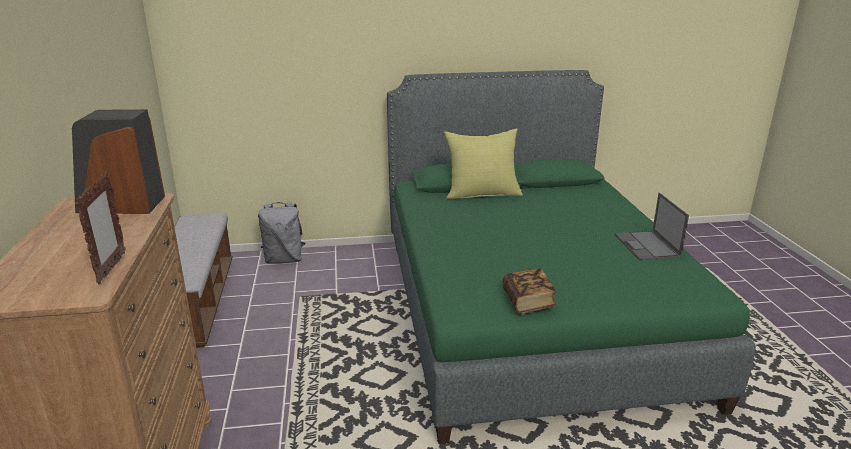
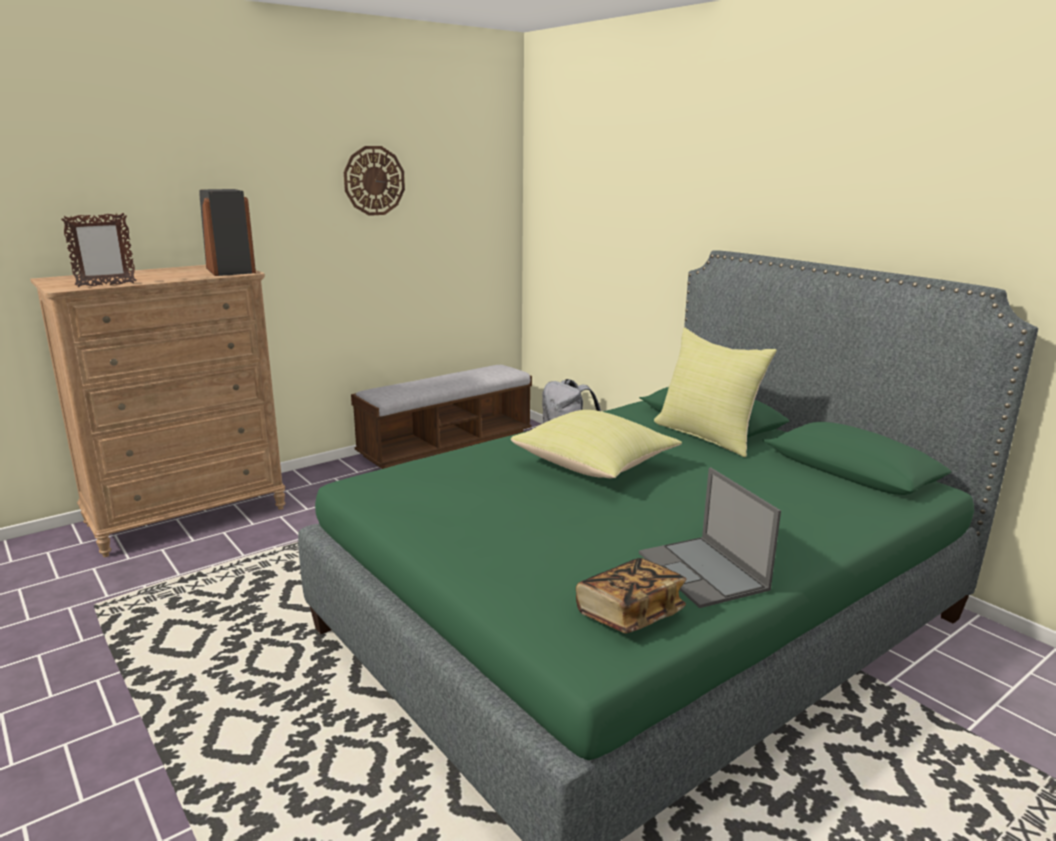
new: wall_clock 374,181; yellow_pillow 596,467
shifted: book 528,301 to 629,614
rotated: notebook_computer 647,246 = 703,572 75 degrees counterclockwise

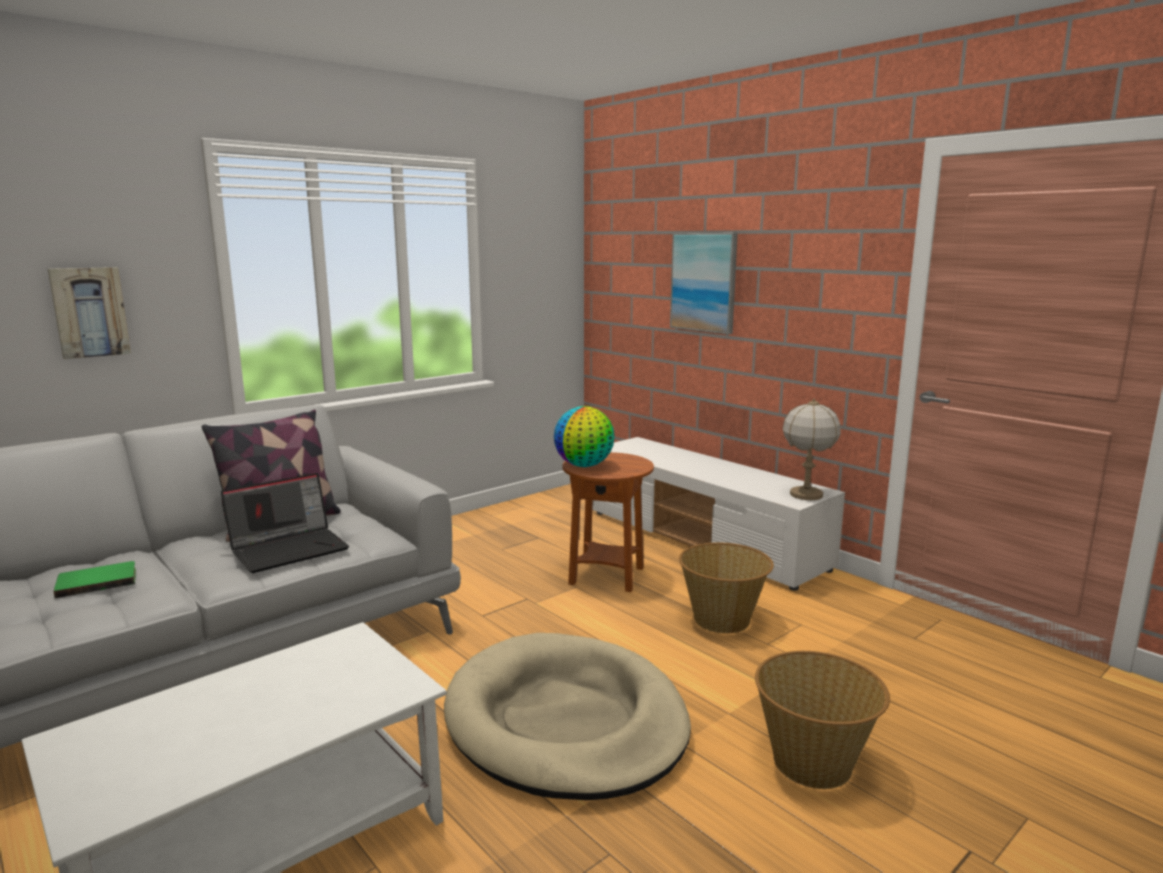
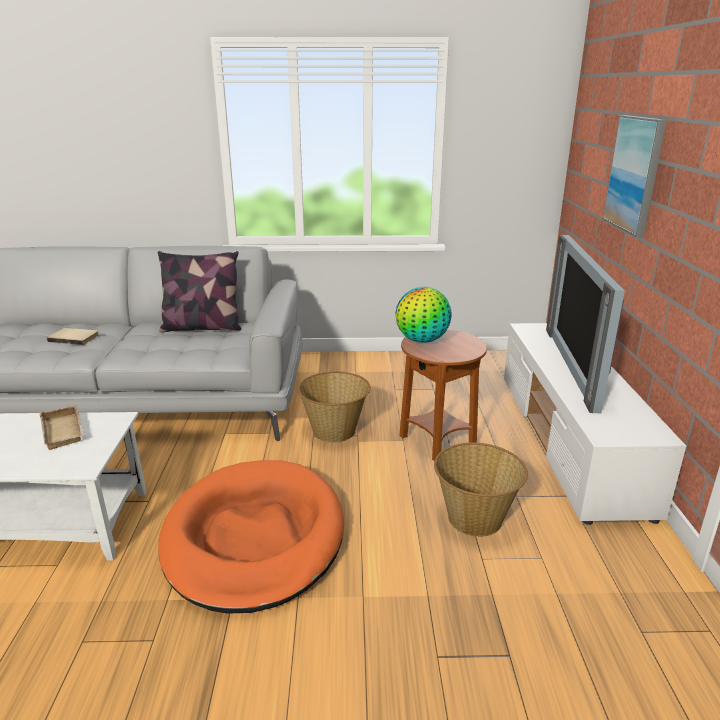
gone: picture 89,312; notebook_computer 290,549; table_lamp 805,495
new: beige_tray 65,431; TV_set 577,366
shifted: basket 813,762 to 335,431
repainted: greenish_book 97,581 to beige_book 75,337; beige_dog_cushion 566,721 to orangey_dog_cushion 254,537

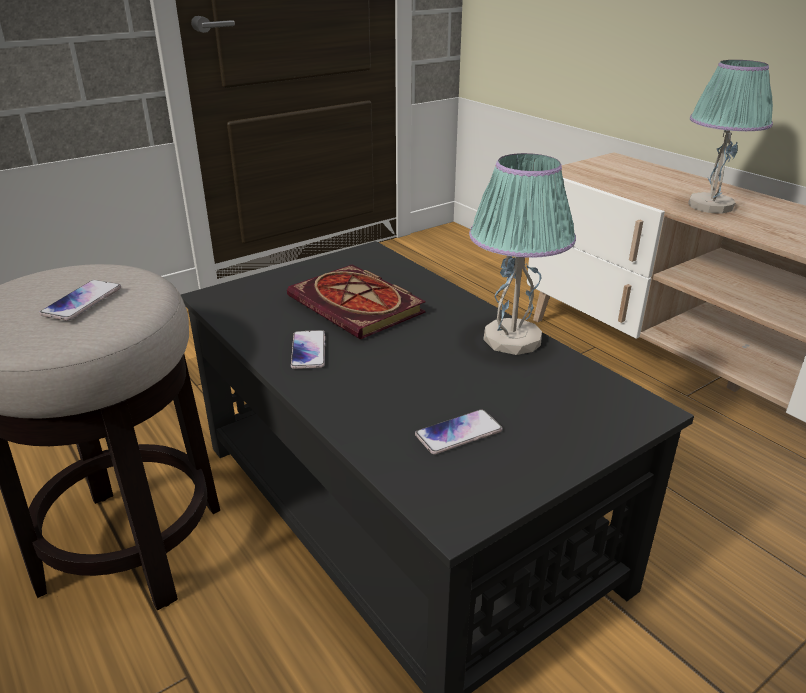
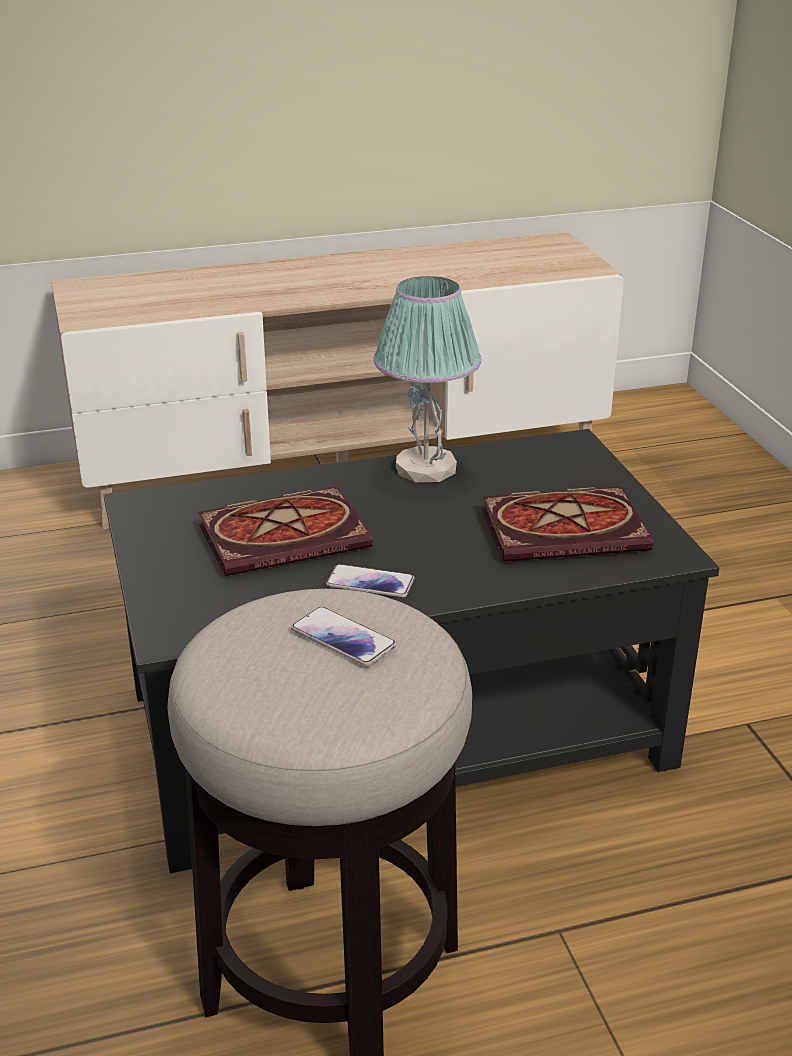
gone: table_lamp 709,205
swapped: phone 458,433 to book 567,529

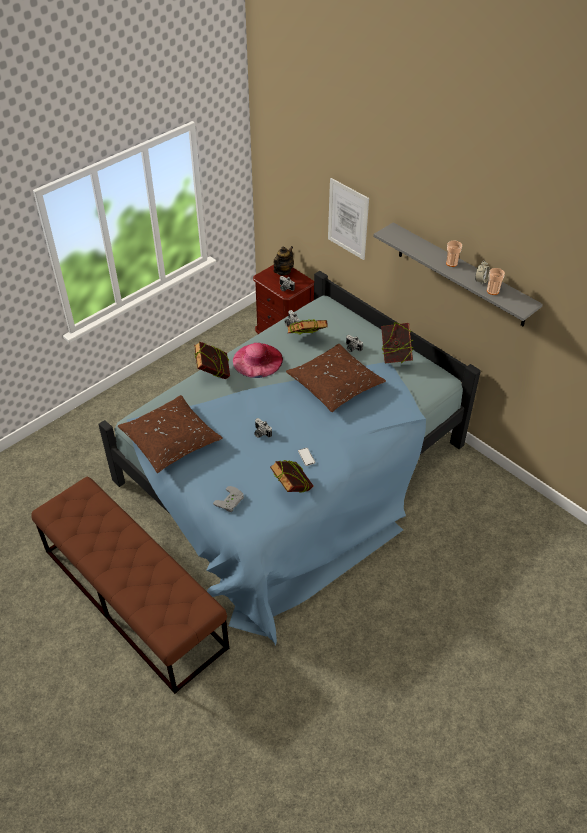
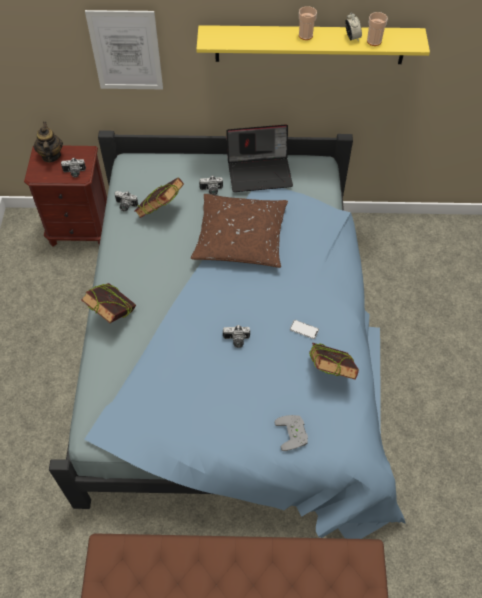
gone: brown_pillow 170,440; pinkish_wearable_hat 257,360
swapped: book 395,356 to notebook_computer 260,172
repainted: grey_shelf 461,275 to yellow_shelf 310,44

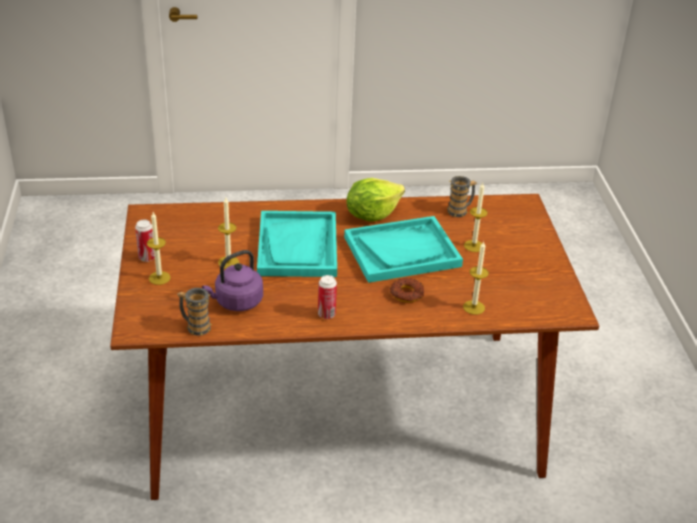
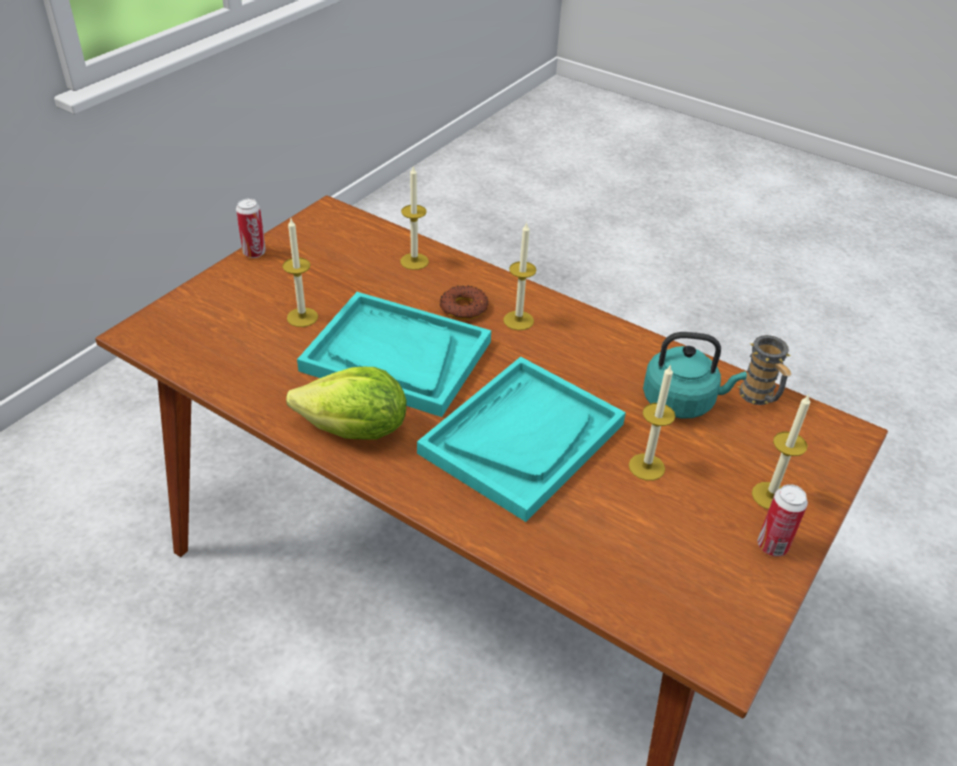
gone: coffee_mug 460,210
new: candle 518,320
shifted: metal_can 326,314 to 254,253
repainted: purple-coloured_tea_kettle 236,302 to turquoise-coloured_tea_kettle 682,402

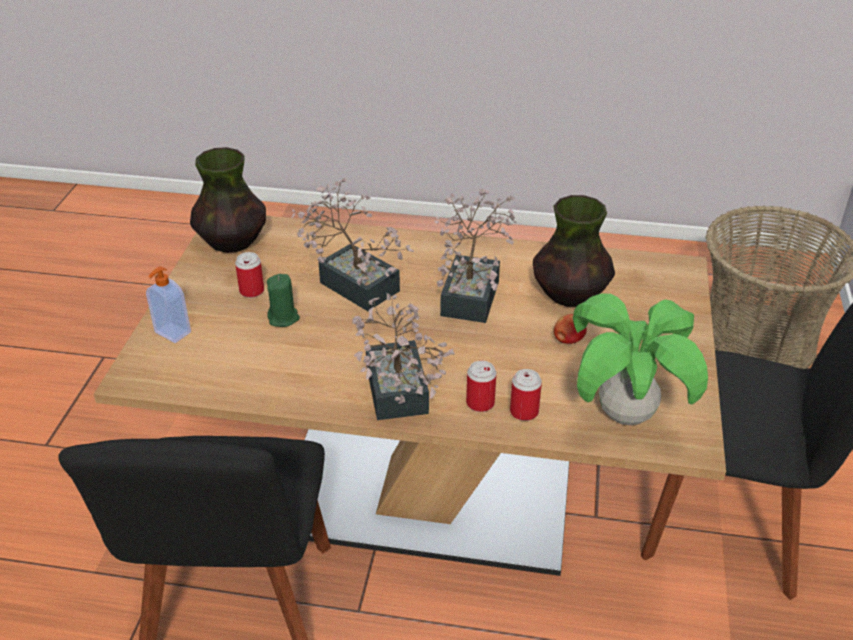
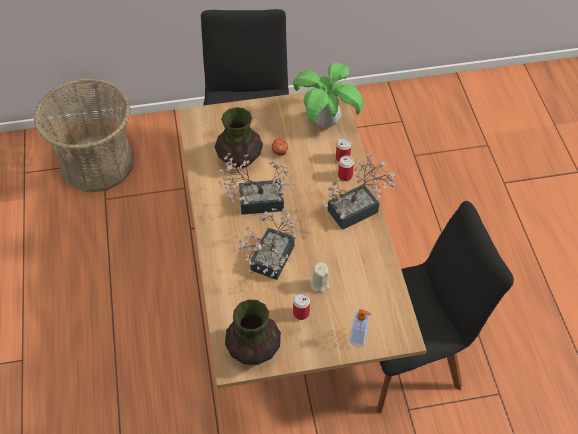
repainted: greenish_candle 283,318 to beige_candle 319,284

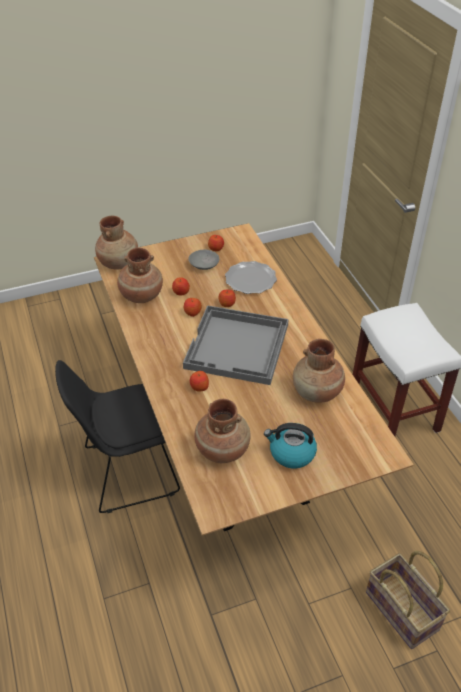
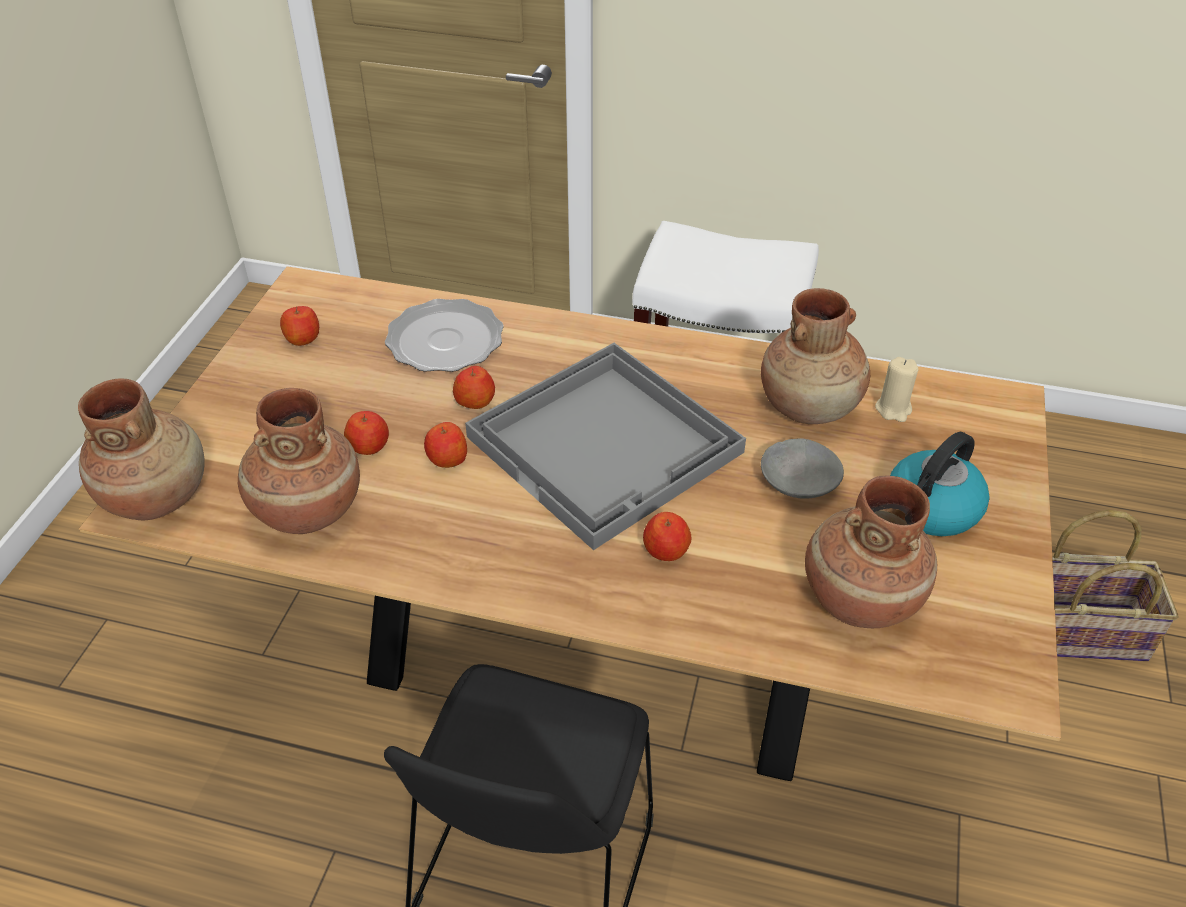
new: beige_candle 893,409
shifted: grey_bowl 204,264 to 799,480

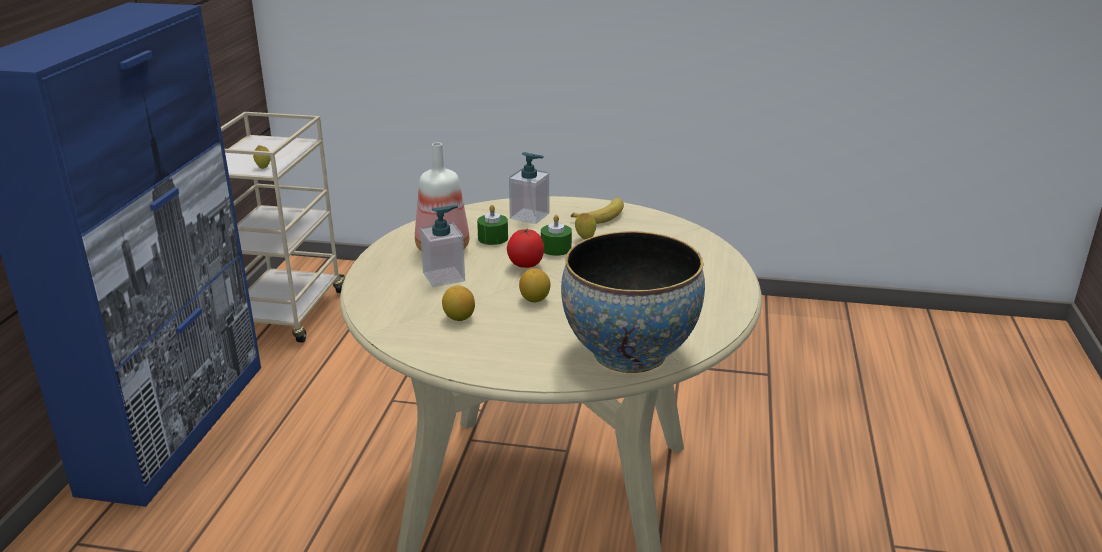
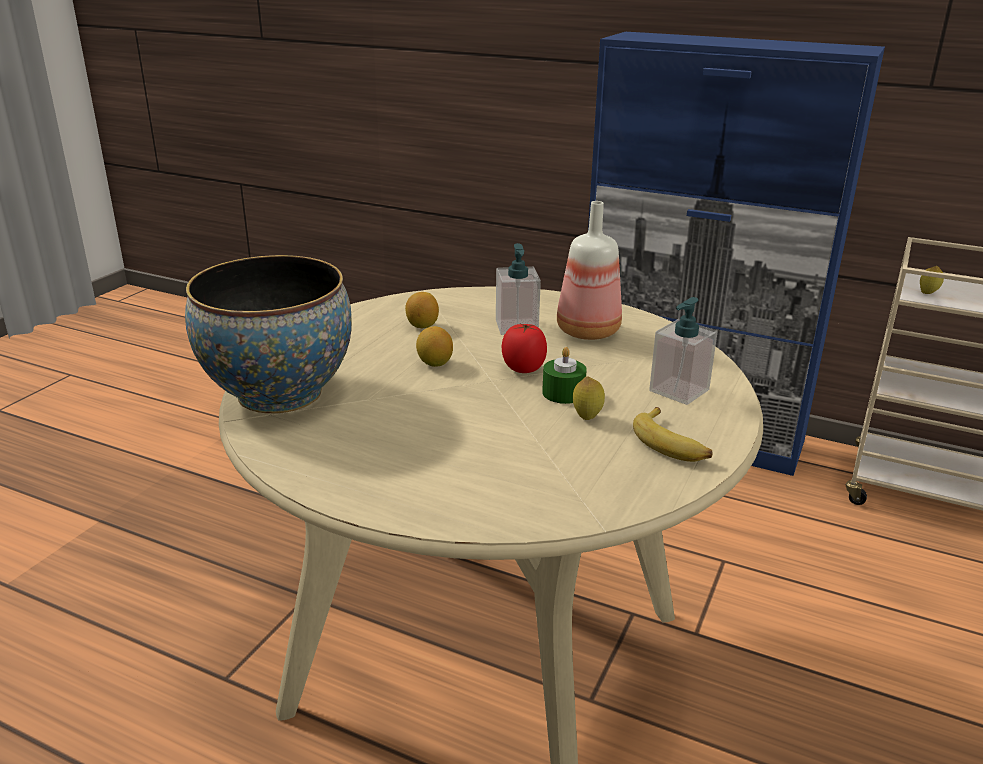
gone: greenish_candle 493,238

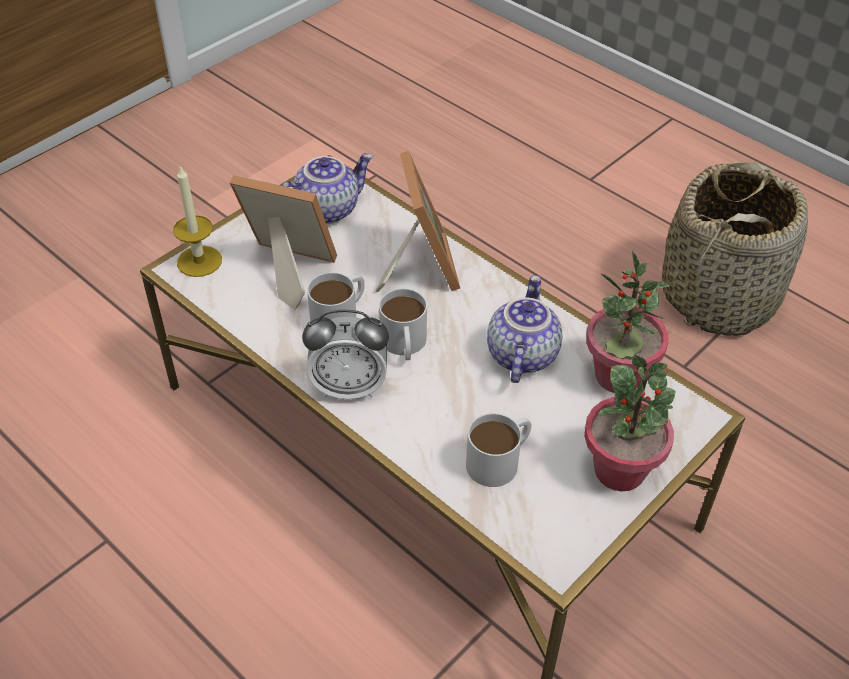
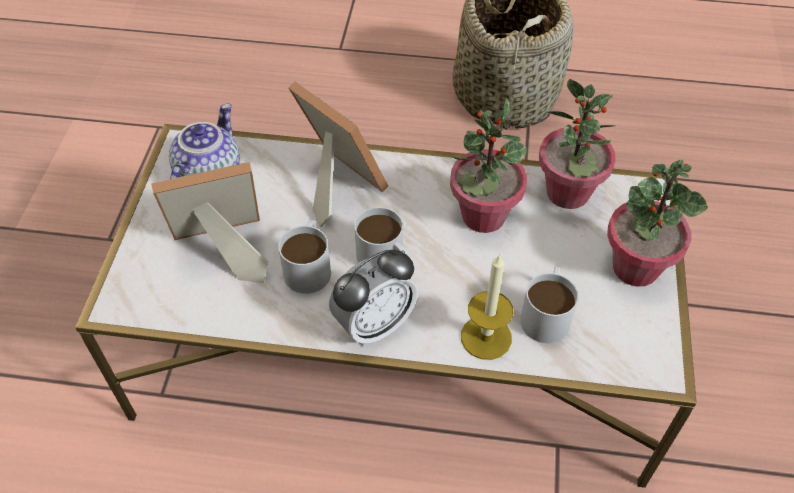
shifted: candle 199,261 to 486,337
swapped: tea_pot 520,354 to potted_plant 483,216

